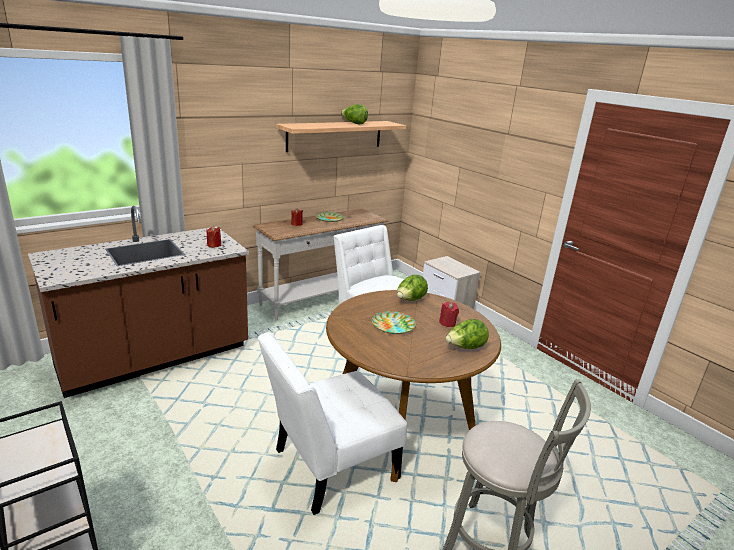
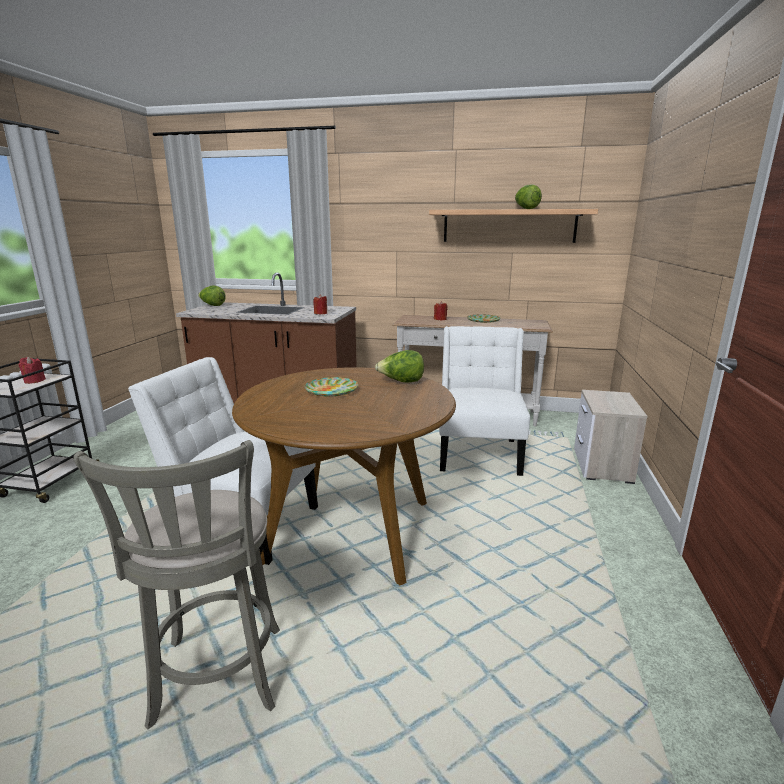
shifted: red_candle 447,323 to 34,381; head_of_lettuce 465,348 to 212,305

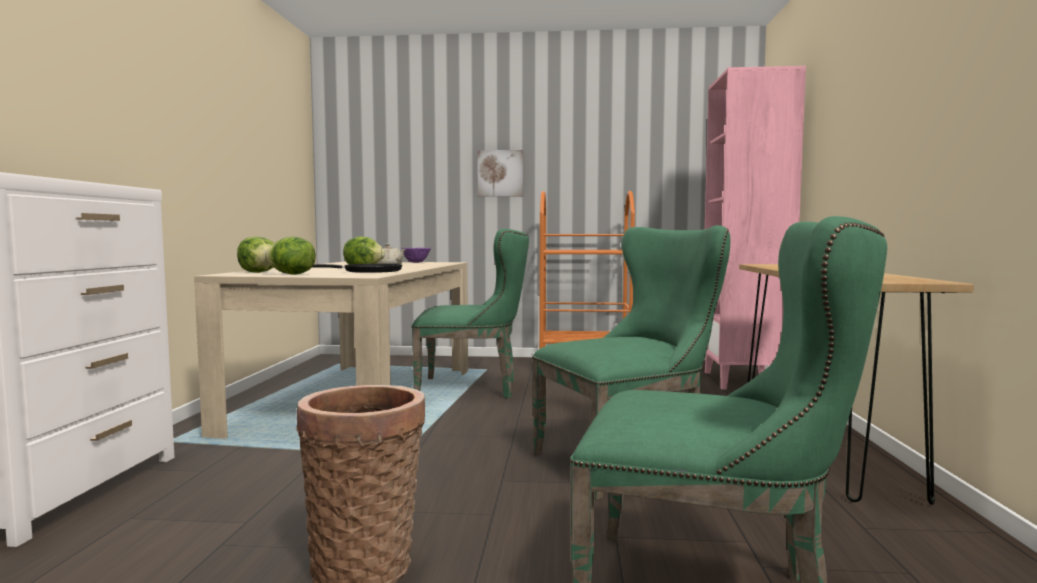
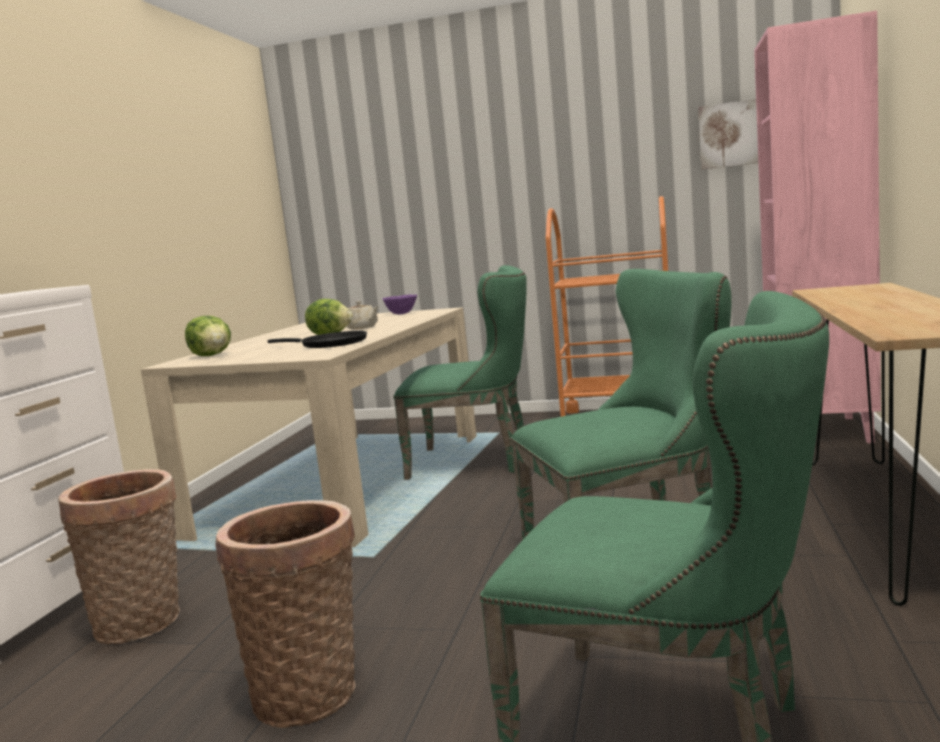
gone: head_of_lettuce 291,274
new: basket 143,623
shifted: picture 500,173 to 731,134

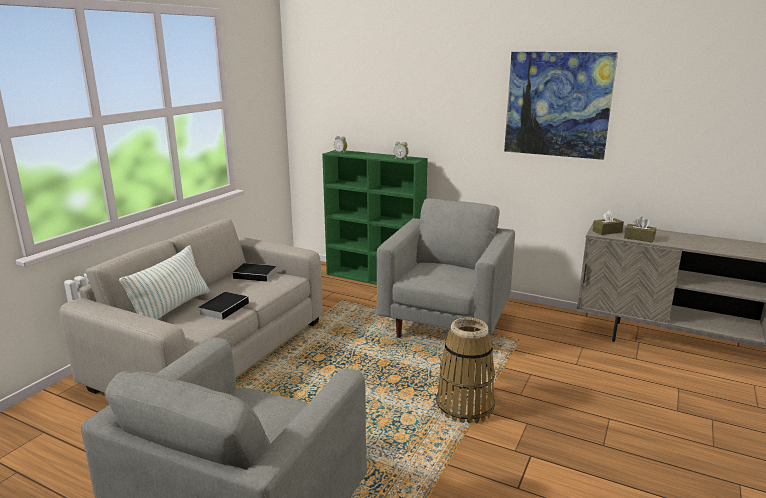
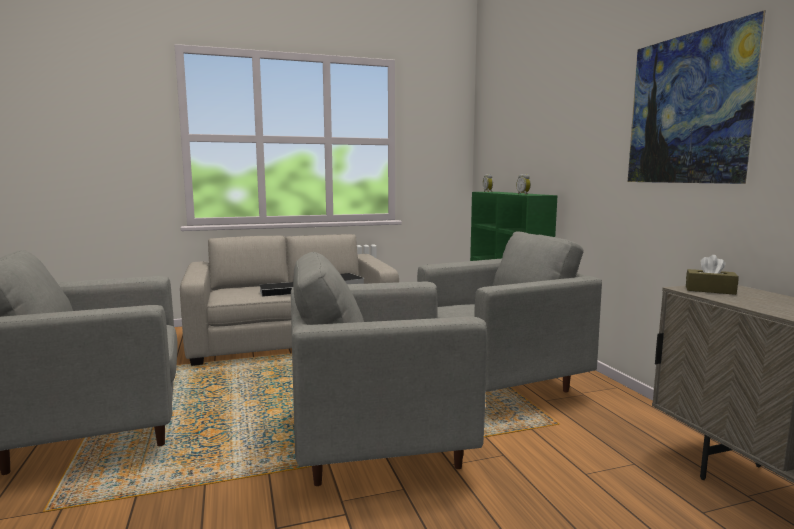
gone: pillow 172,309; brown_box_of_tissues 639,238
swapped: basket 464,406 to grey_armchair 377,445

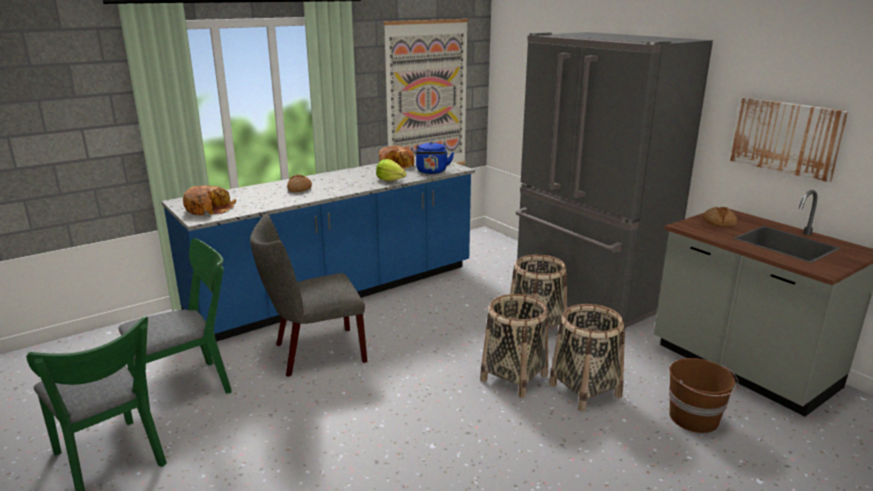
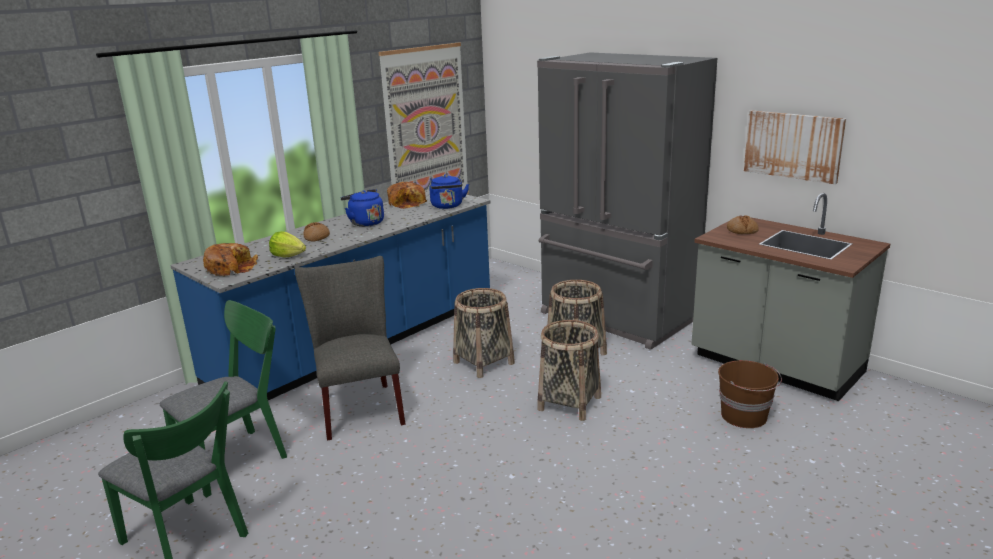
new: bluish_tea_kettle 365,223
shifted: head_of_lettuce 390,180 to 288,256; basket 585,390 to 484,363
rotated: grey_plain_chair 313,353 = 359,407 105 degrees clockwise

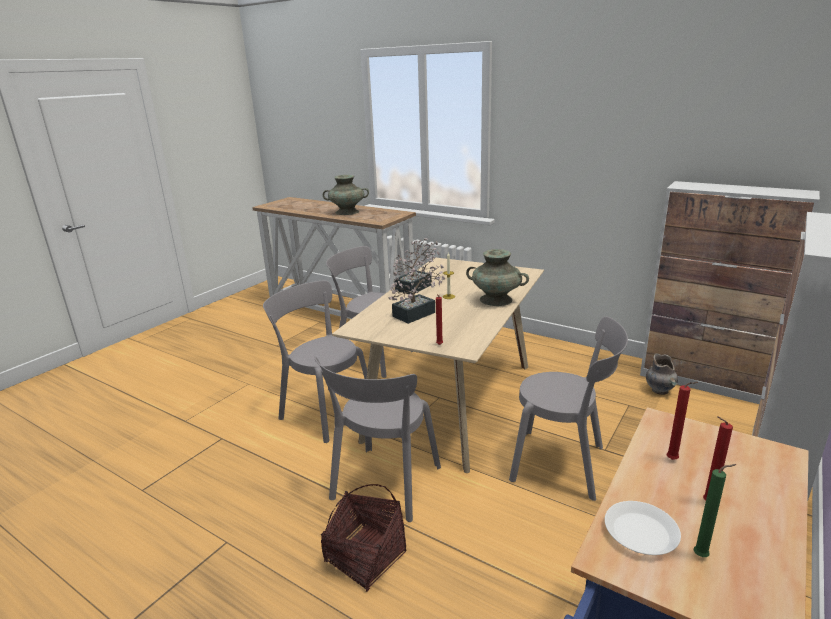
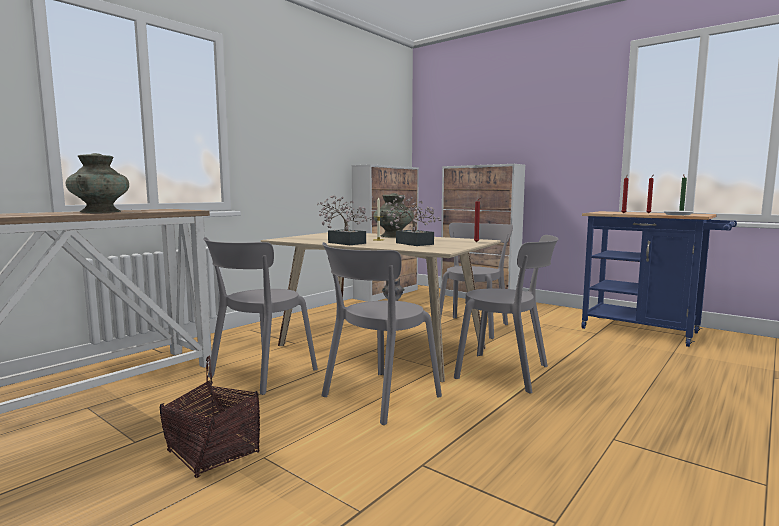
shifted: basket 365,557 to 213,453

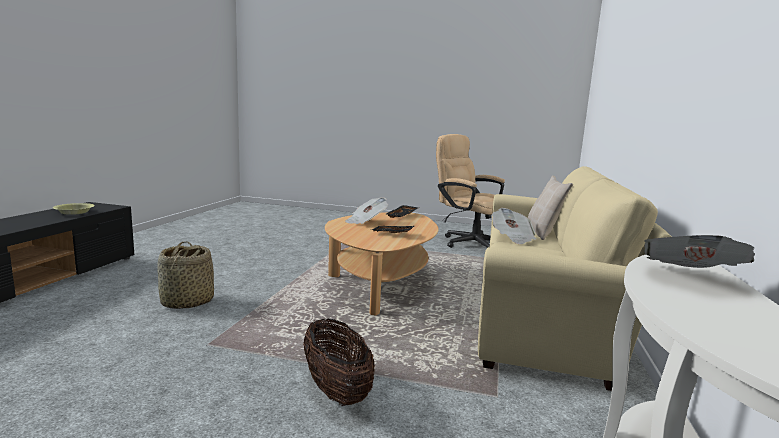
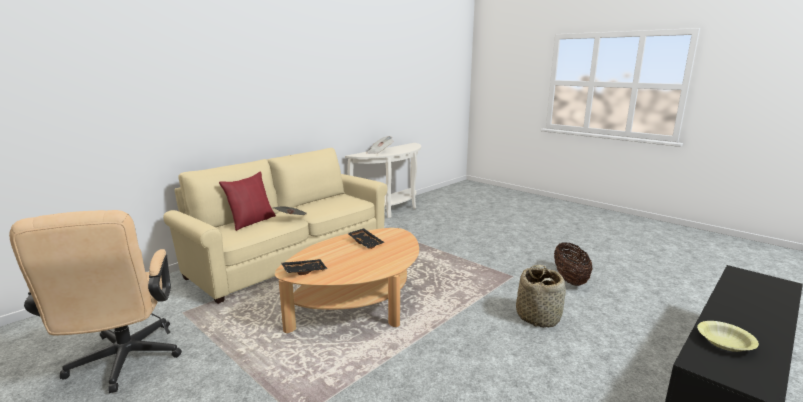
gone: daily_paper 366,222
shifted: basket 336,390 to 570,279
repainted: beige_pillow 544,233 to red_pillow 251,221

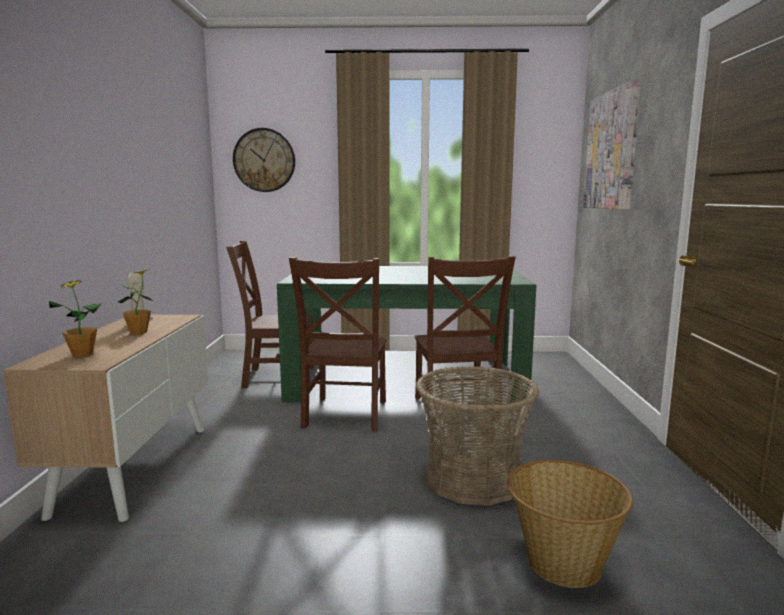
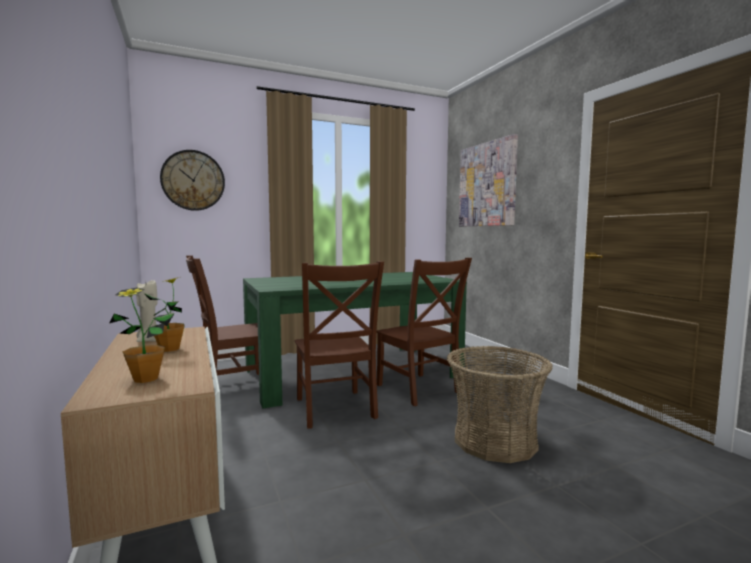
gone: basket 562,563

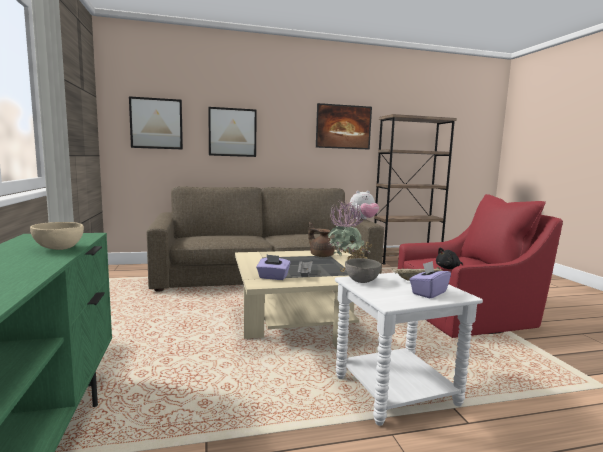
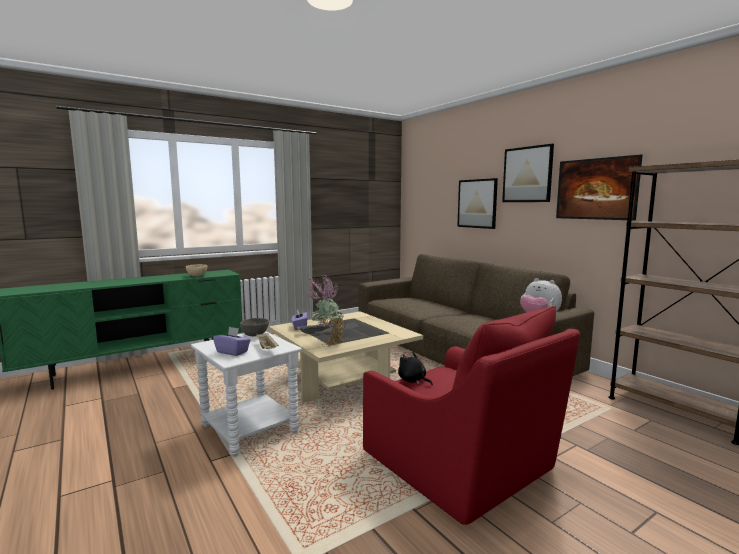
gone: brown_tea_pot 321,255
shifted: picture 156,123 to 527,174

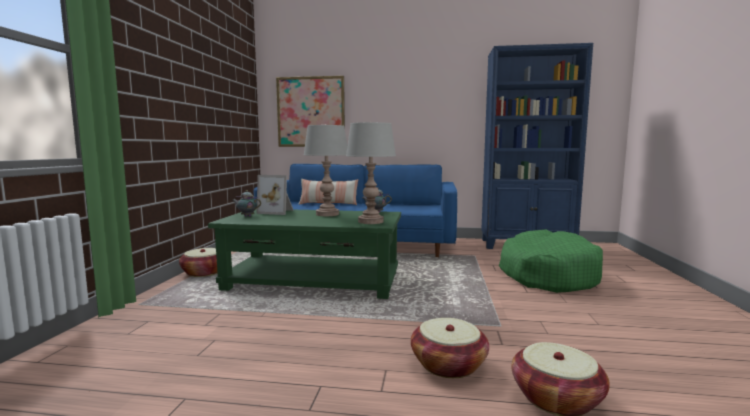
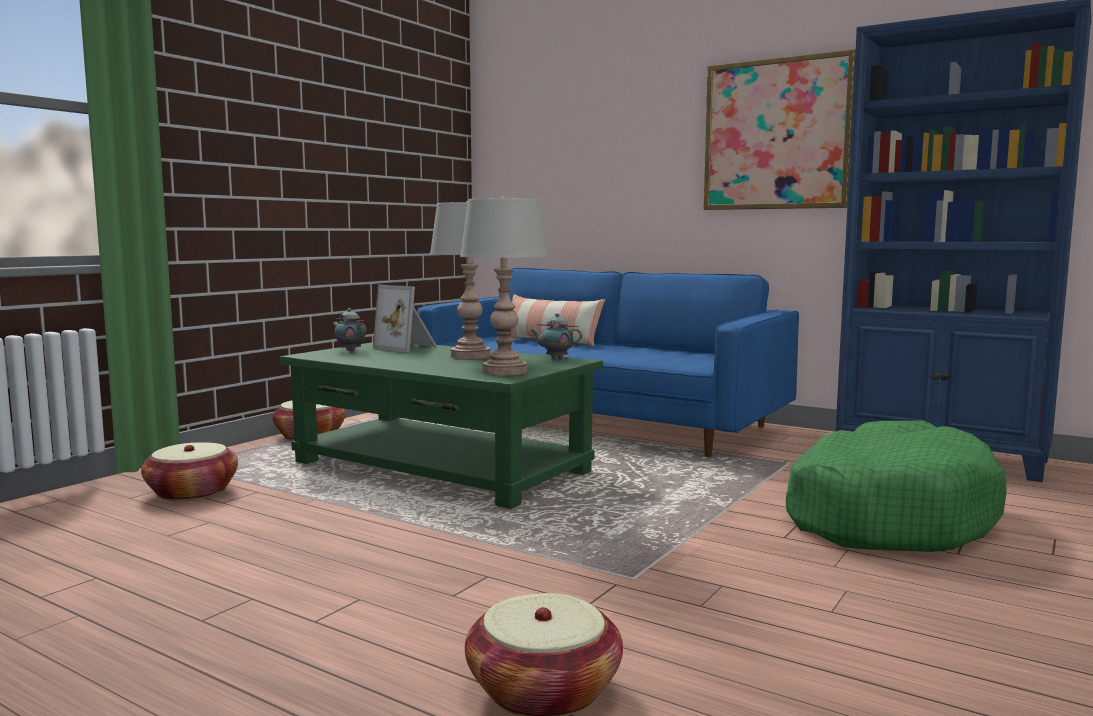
shifted: picture 311,112 to 776,134; basket 448,365 to 192,493

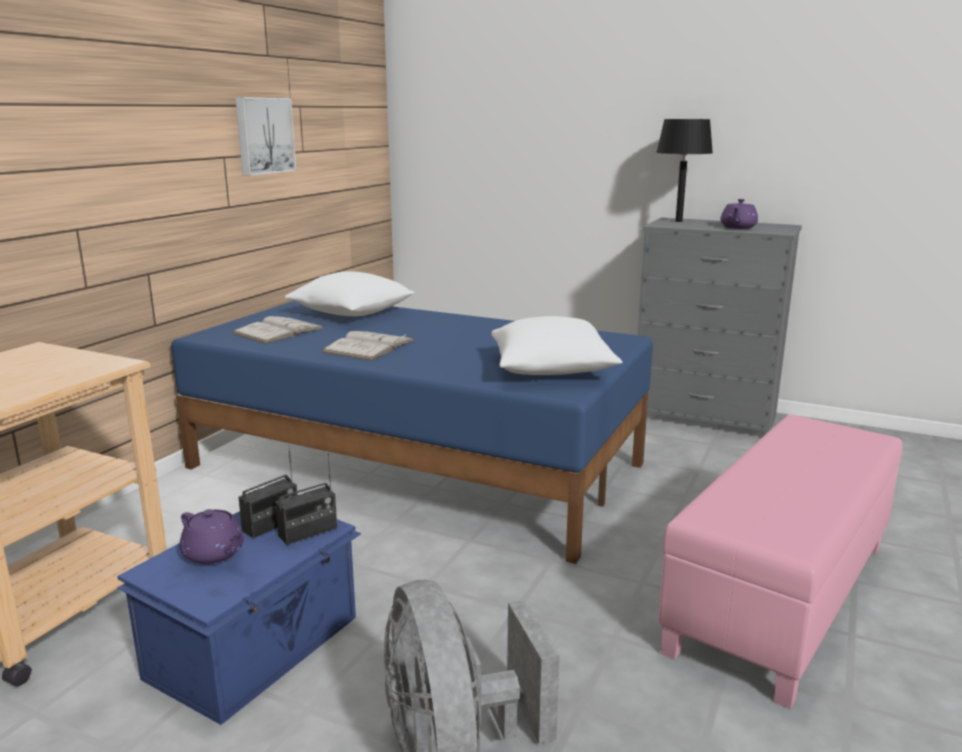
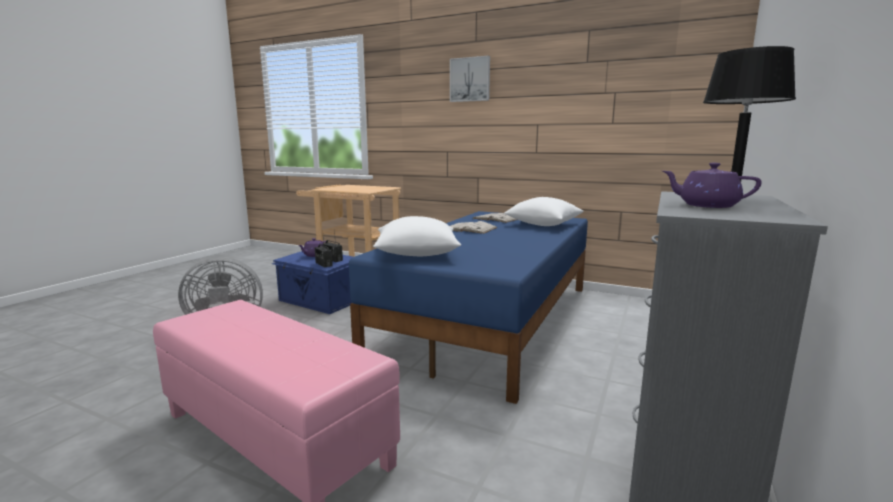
shifted: picture 263,135 to 470,79

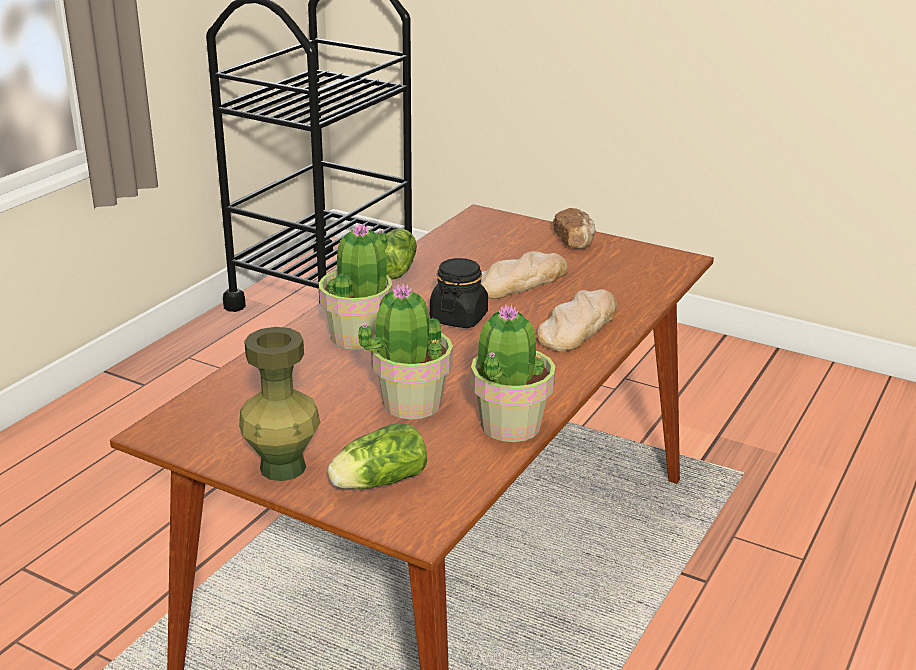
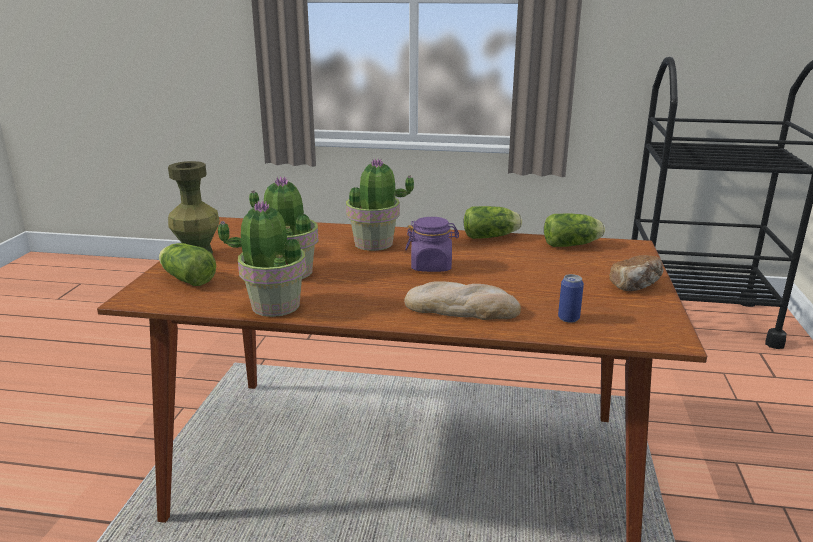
gone: bakery_bread 519,281
new: head_of_lettuce 573,245; metal_can 568,318
repainted: blackish_jar 458,318 to purple-coloured_jar 431,266

